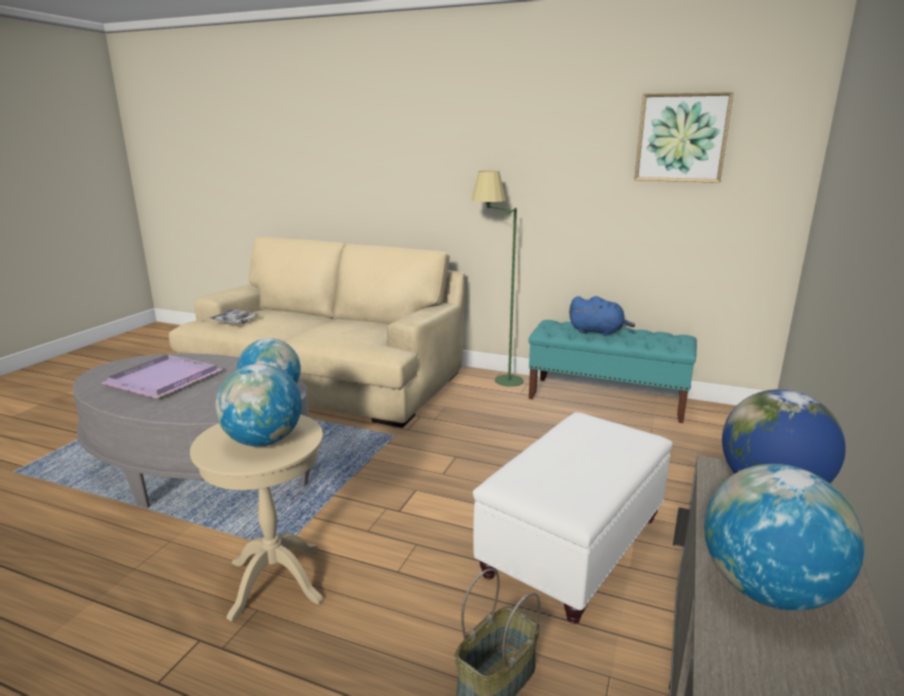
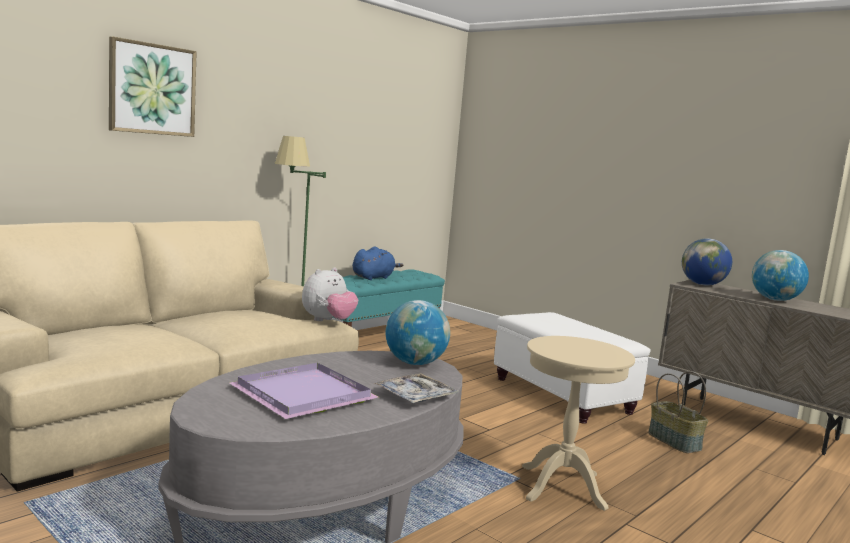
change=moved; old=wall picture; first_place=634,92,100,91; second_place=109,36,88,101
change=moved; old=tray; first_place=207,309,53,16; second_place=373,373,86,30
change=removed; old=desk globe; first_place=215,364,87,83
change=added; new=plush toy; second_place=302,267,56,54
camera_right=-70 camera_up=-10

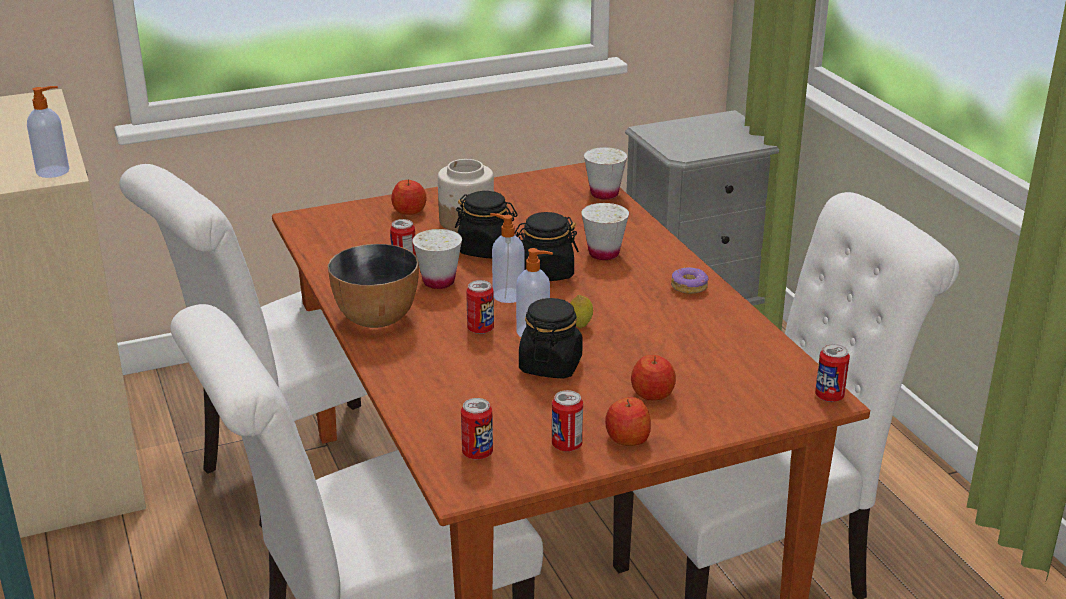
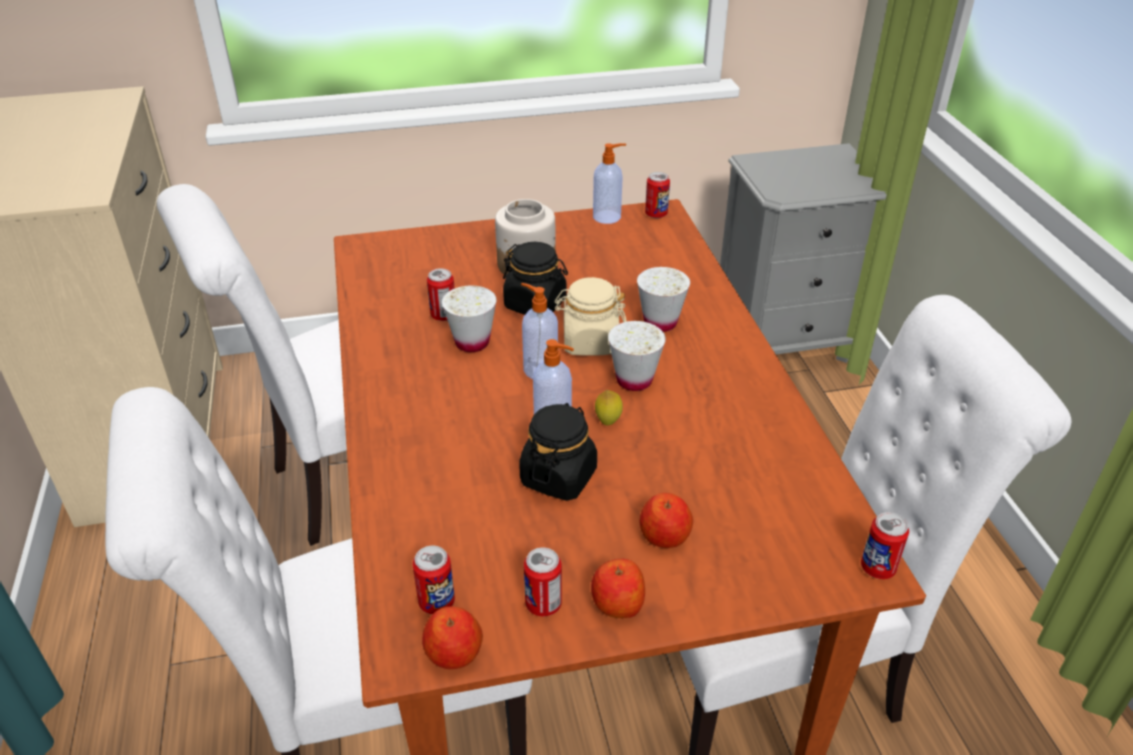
change=moved; old=soap bottle; first_place=27,86,42,92; second_place=593,143,33,81
change=moved; old=small cup/whitish; first_place=584,147,43,52; second_place=608,321,58,70
change=moved; old=whole apple; first_place=391,179,36,36; second_place=422,606,61,63
change=recoloured; old=storage jar/black; new=storage jar/sand-coloured; first_place=515,212,64,69; second_place=554,277,73,79
change=removed; old=serving bowl; first_place=328,244,91,84
change=removed; old=donut; first_place=671,267,38,27
change=moved; old=can; first_place=466,280,28,54; second_place=645,172,25,46
camera_right=10 camera_up=10

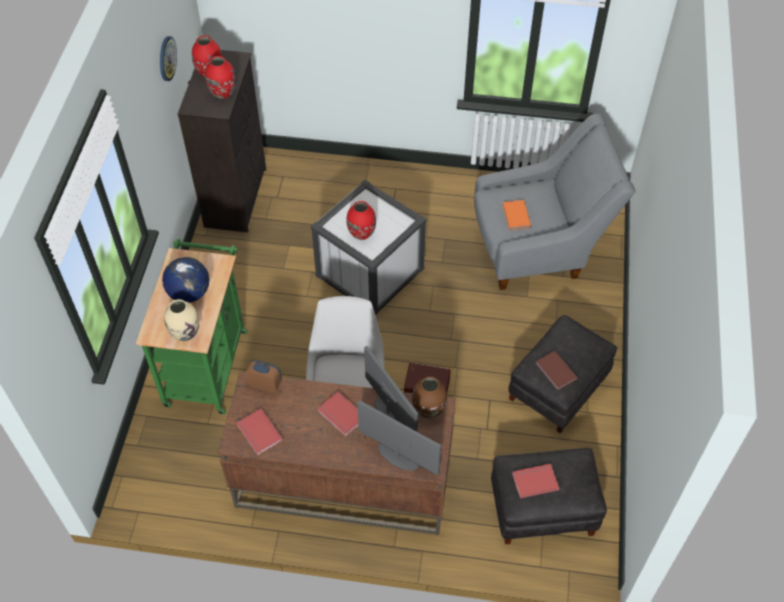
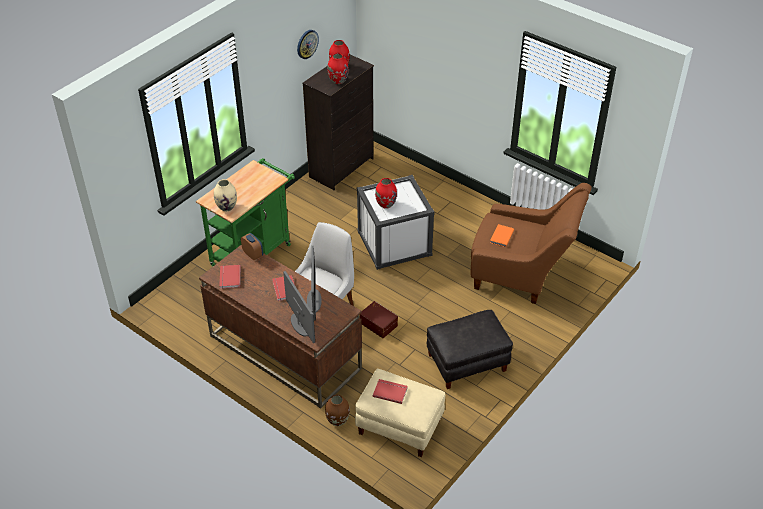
change=recoloured; old=easy chair/gray; new=easy chair/brown-coloured; first_place=474,114,161,176; second_place=471,183,121,121
change=removed; old=desk globe; first_place=162,257,47,46
change=removed; old=volume/brown-coloured; first_place=536,351,42,39
change=moved; old=decorative vase/brown-coloured; first_place=412,377,35,41; second_place=325,395,25,31
change=recoloured; old=pouffe/black; new=pouffe/sand-coloured; first_place=491,448,116,96; second_place=355,369,90,88
camera_right=30 camera_up=-10

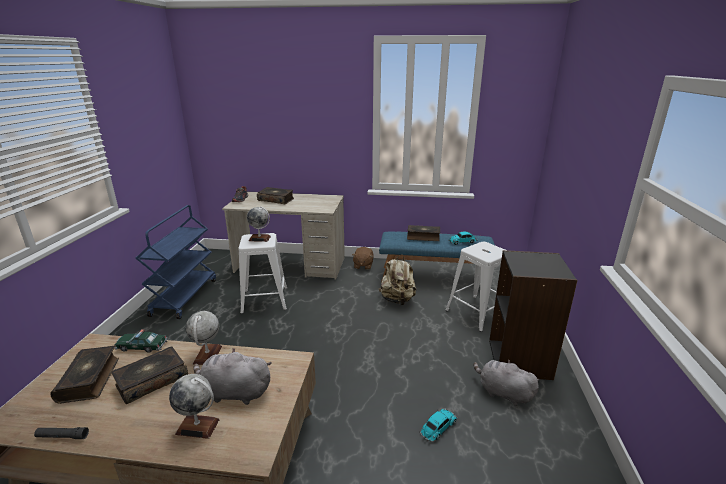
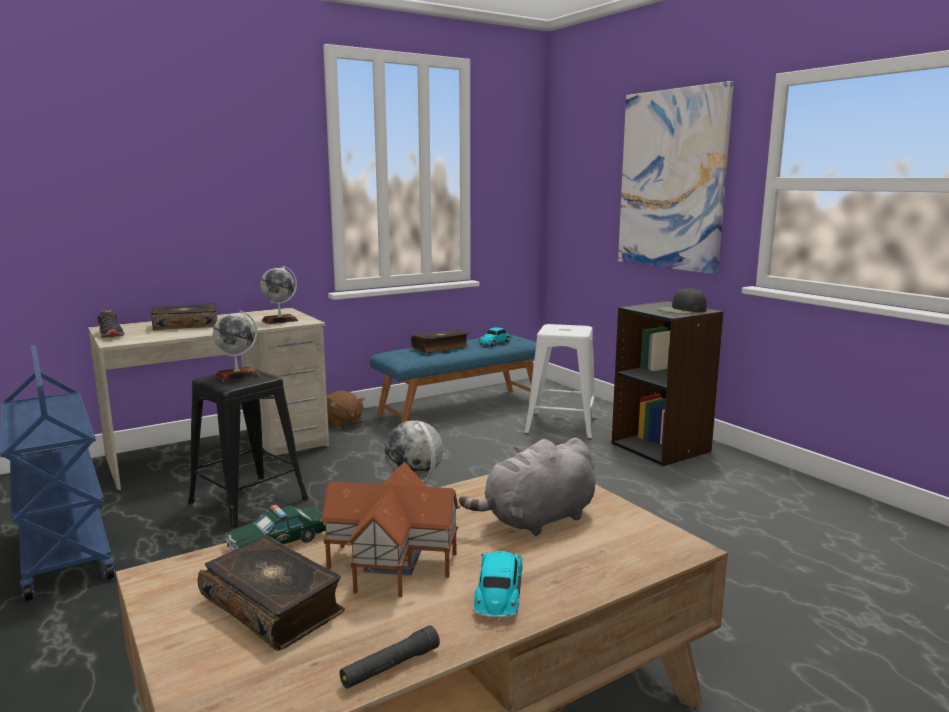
change=recoloured; old=stool/whitish; new=stool/black; first_place=238,233,49,81; second_place=188,369,121,161
change=removed; old=knapsack/sand-coloured; first_place=379,254,37,51
change=replaced; old=volume; new=model house; first_place=111,347,77,57; second_place=320,461,140,136
change=removed; old=plush toy/gray; first_place=473,359,66,47
change=moved; old=desk globe; first_place=169,374,51,65; second_place=260,266,38,58
change=moved; old=miniature car; first_place=420,409,37,33; second_place=474,551,49,69
change=added; new=wall picture; second_place=618,81,116,193
change=added; new=baseball cap/black; second_place=658,288,49,26
camera_right=-40 camera_up=-10

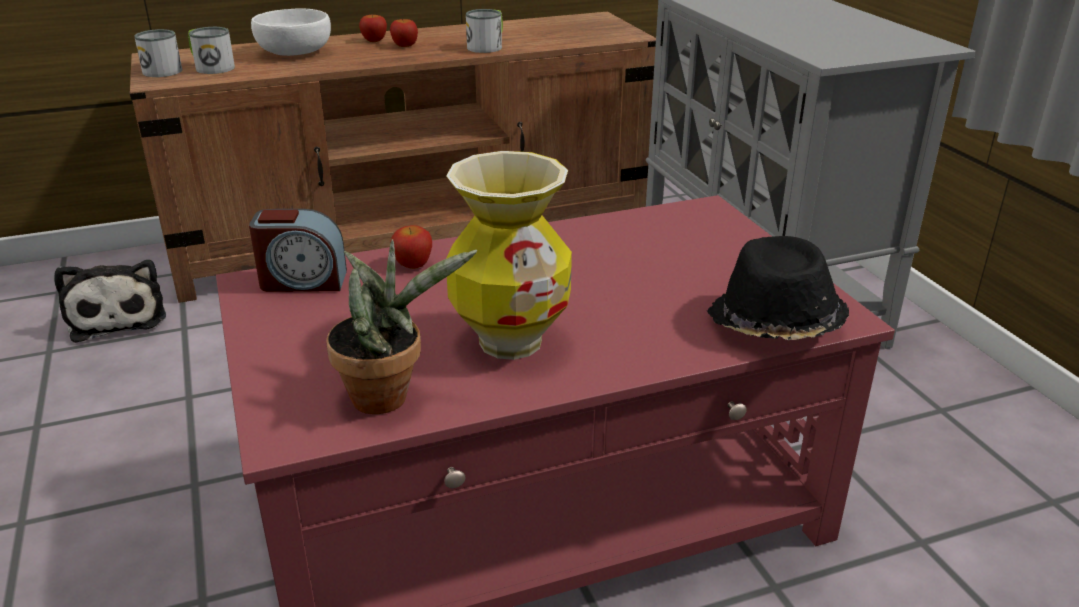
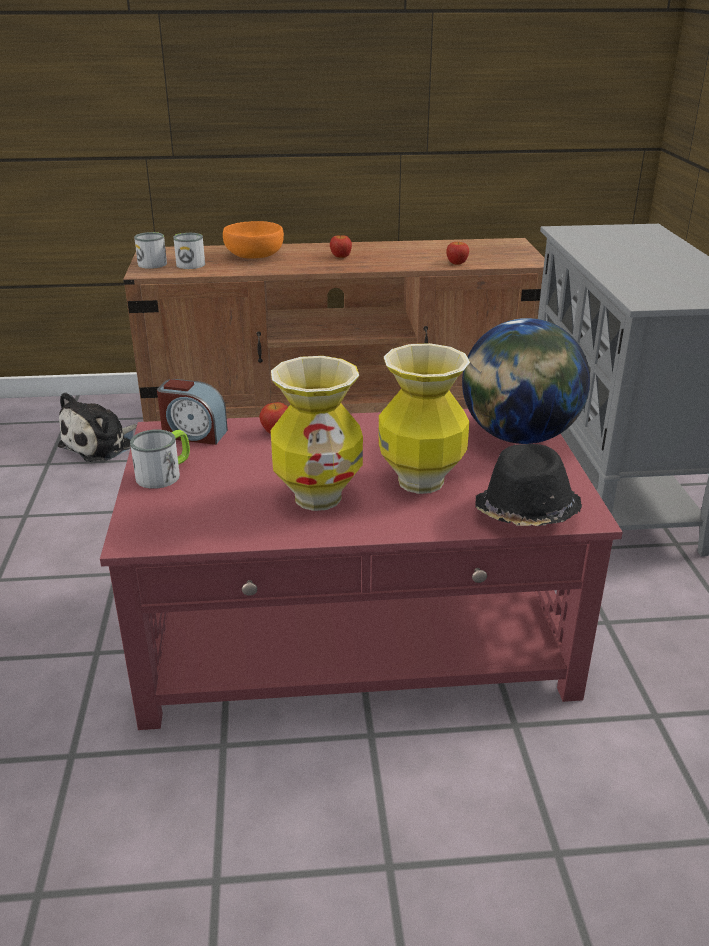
change=recoloured; old=serving bowl/whitish; new=serving bowl/orangey; first_place=251,8,80,48; second_place=223,221,61,38
change=moved; old=coffee mug; first_place=466,9,37,44; second_place=130,430,60,59
change=moved; old=whole apple; first_place=359,15,28,27; second_place=446,242,23,23
change=removed; old=potted plant; first_place=326,239,151,175
change=turned; old=plush toy; first_place=54,260,112,83; second_place=58,392,79,70; degrees=45
change=added; new=desk globe; second_place=462,318,128,126
change=added; new=decorative vase; second_place=378,343,92,151
camera_right=15 camera_up=0

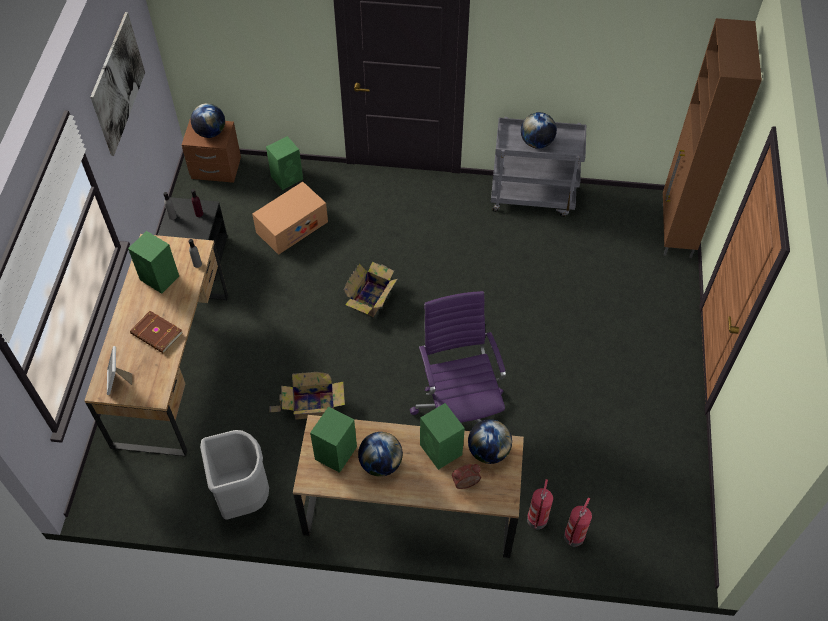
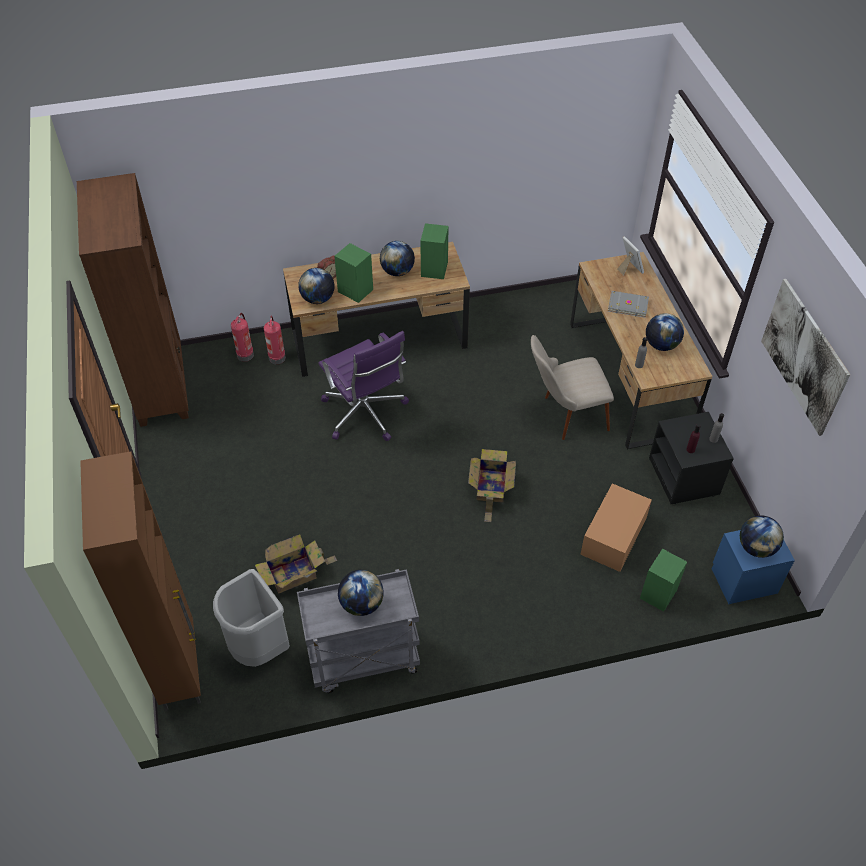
change=recoloured; old=bedside table/brown-coloured; new=bedside table/blue; first_place=182,118,59,65; second_place=712,530,83,74
change=replaced; old=audio speaker/green; new=desk globe; first_place=128,231,51,63; second_place=646,313,38,38
change=recoloured; old=volume/brown-coloured; new=volume/gray; first_place=130,311,53,43; second_place=608,291,41,27
change=moved; old=carton; first_place=269,372,76,48; second_place=255,534,82,60
change=moved; old=waste bin/gray; first_place=200,430,69,90; second_place=213,569,77,98
change=added; new=bookshelf/brown-coloured; second_place=77,173,112,254
change=added; new=plain chair/sand-coloured; second_place=531,335,83,105
camera_right=160 camera_up=-5

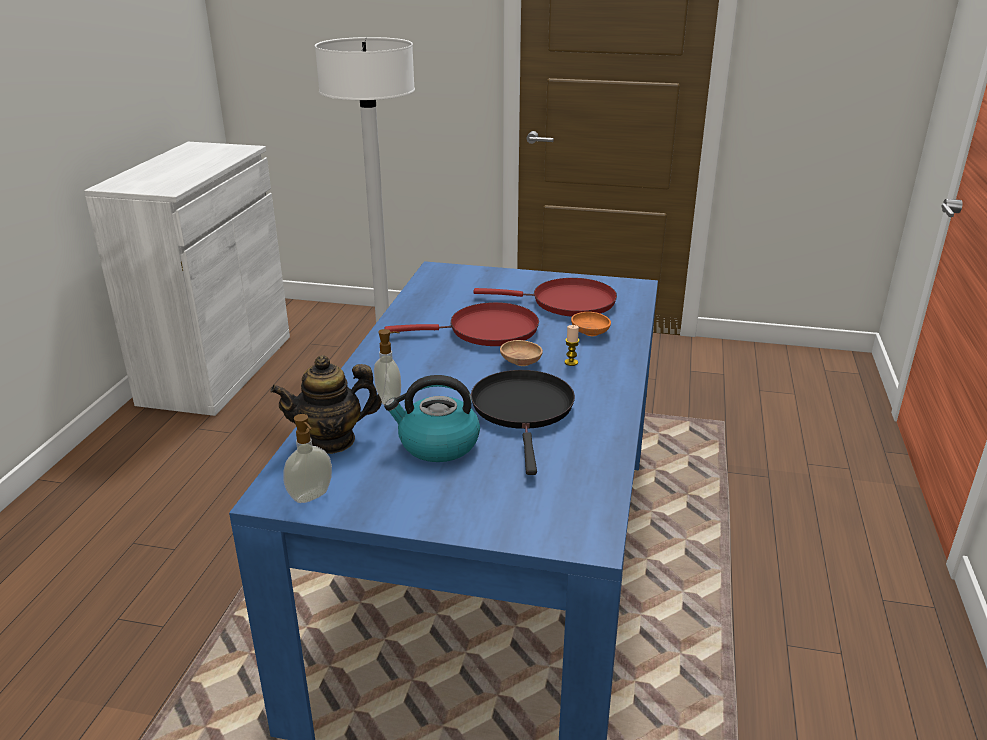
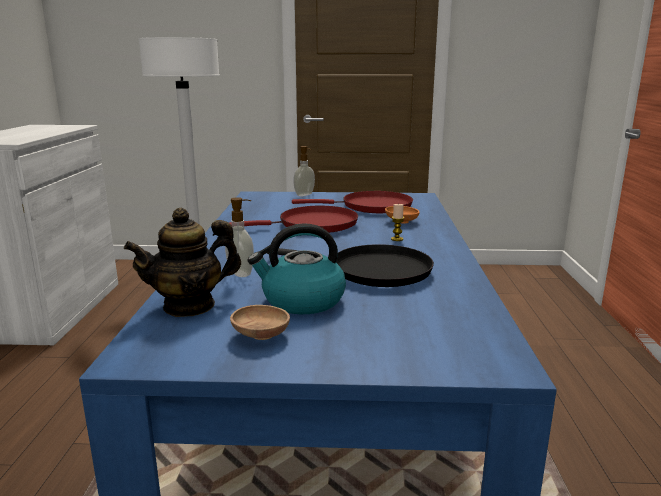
change=moved; old=serving bowl/brown-coloured; first_place=500,340,43,26; second_place=230,305,60,35
change=turned; old=skillet/black; first_place=471,370,104,105; second_place=267,244,167,43; degrees=120
change=moved; old=soap bottle; first_place=284,414,48,89; second_place=293,146,22,50
camera_right=-10 camera_up=-10

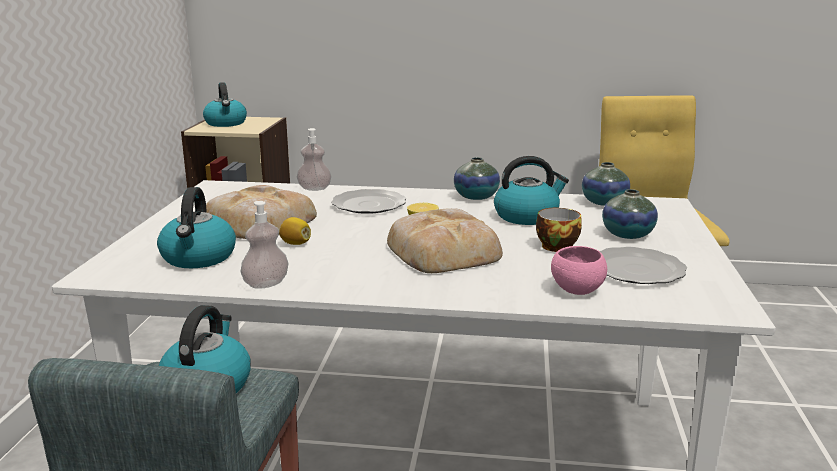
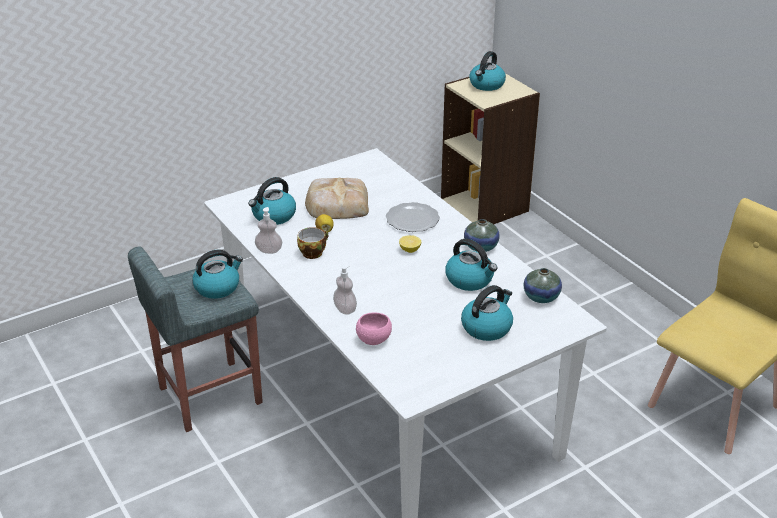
change=moved; old=soap bottle; first_place=297,128,34,63; second_place=333,265,24,50
change=replaced; old=decorative vase; new=water kettle; first_place=602,189,56,50; second_place=461,285,52,56
change=removed; old=bakery bread; first_place=387,208,116,65
change=moved; old=small cup; first_place=536,208,46,44; second_place=297,227,31,32
change=removed; old=flat dish; first_place=600,247,87,37
camera_right=50 camera_up=15

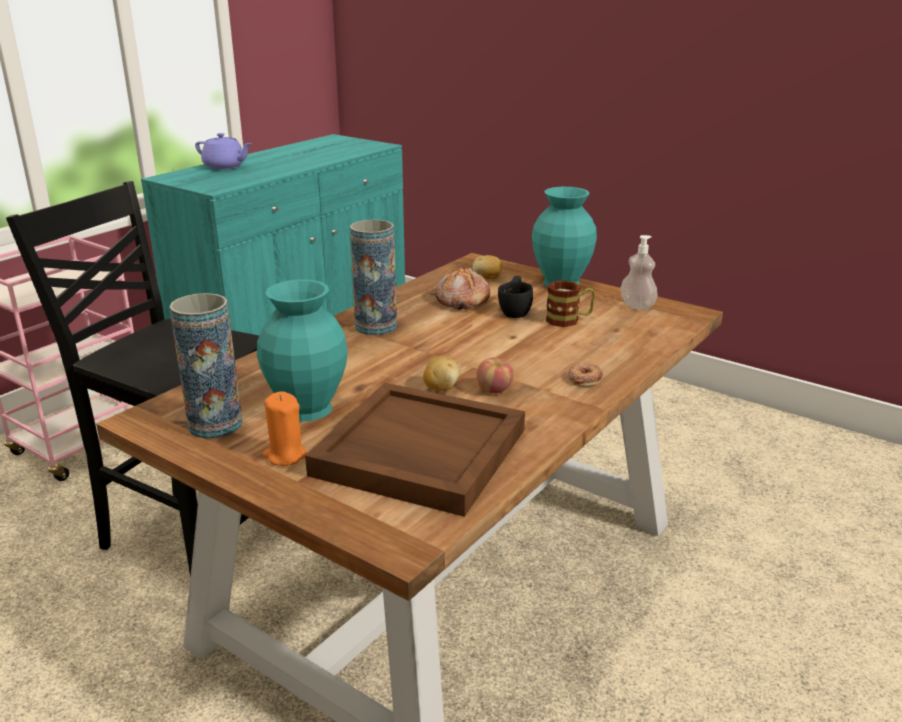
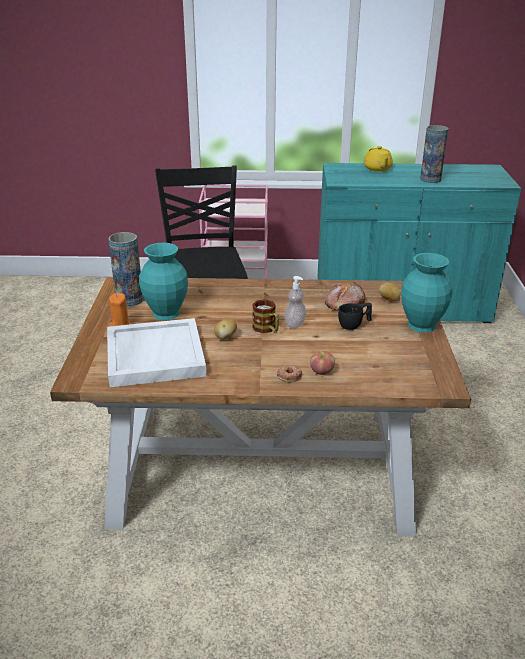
change=recoloured; old=teapot/purple; new=teapot/yellowish; first_place=195,133,57,37; second_place=364,146,29,25
change=moved; old=decorative vase; first_place=350,219,47,116; second_place=420,125,29,58
change=moved; old=soap bottle; first_place=621,235,37,75; second_place=284,276,22,52
change=moved; old=coffee mug; first_place=546,280,49,47; second_place=252,299,27,34
change=moved; old=whole apple; first_place=477,357,37,36; second_place=310,351,25,24
change=recoloured; old=tray/brown-coloured; new=tray/whitish; first_place=305,383,220,134; second_place=107,318,100,69
camera_right=55 camera_up=5

